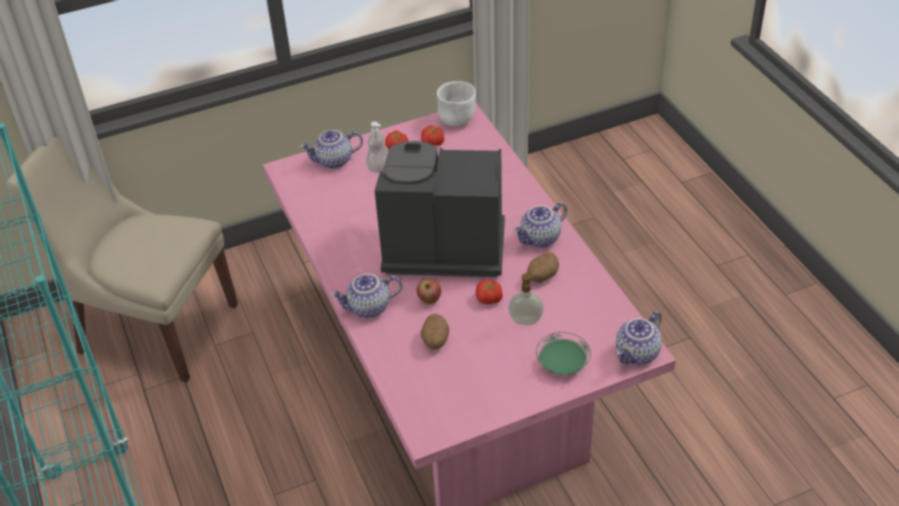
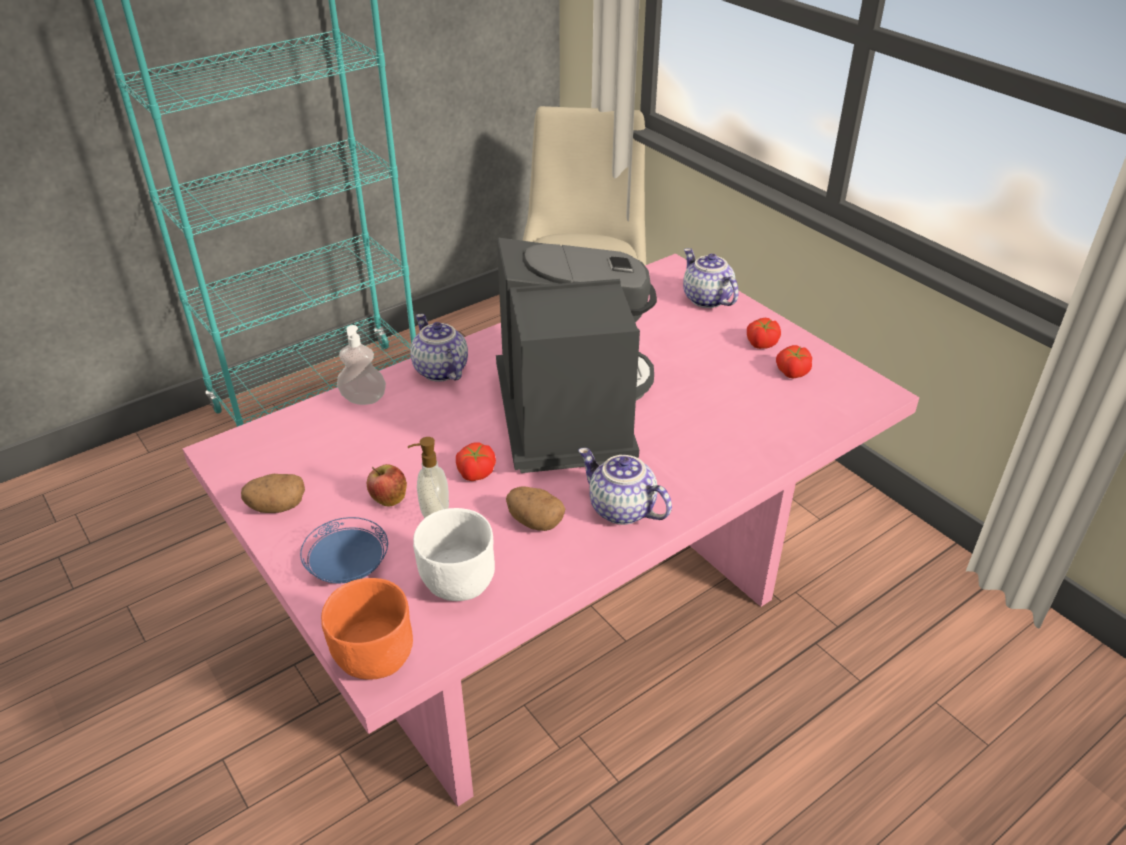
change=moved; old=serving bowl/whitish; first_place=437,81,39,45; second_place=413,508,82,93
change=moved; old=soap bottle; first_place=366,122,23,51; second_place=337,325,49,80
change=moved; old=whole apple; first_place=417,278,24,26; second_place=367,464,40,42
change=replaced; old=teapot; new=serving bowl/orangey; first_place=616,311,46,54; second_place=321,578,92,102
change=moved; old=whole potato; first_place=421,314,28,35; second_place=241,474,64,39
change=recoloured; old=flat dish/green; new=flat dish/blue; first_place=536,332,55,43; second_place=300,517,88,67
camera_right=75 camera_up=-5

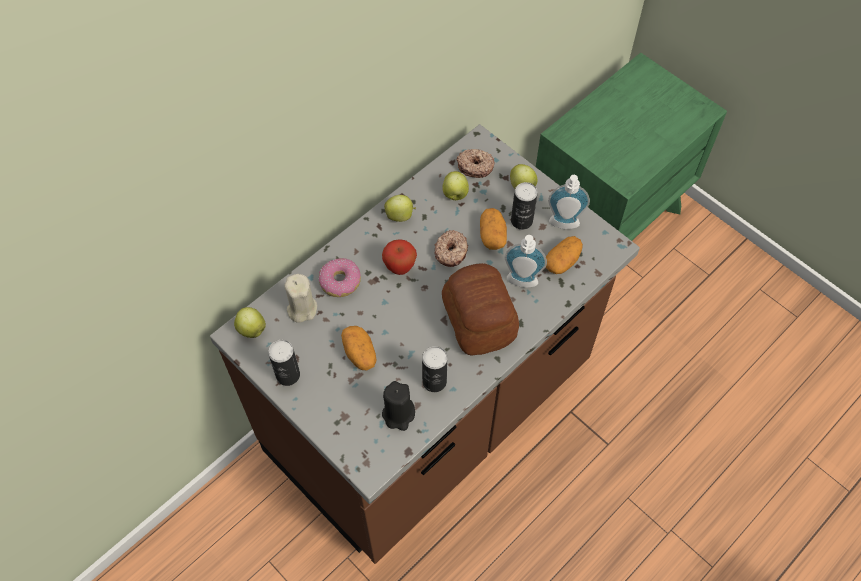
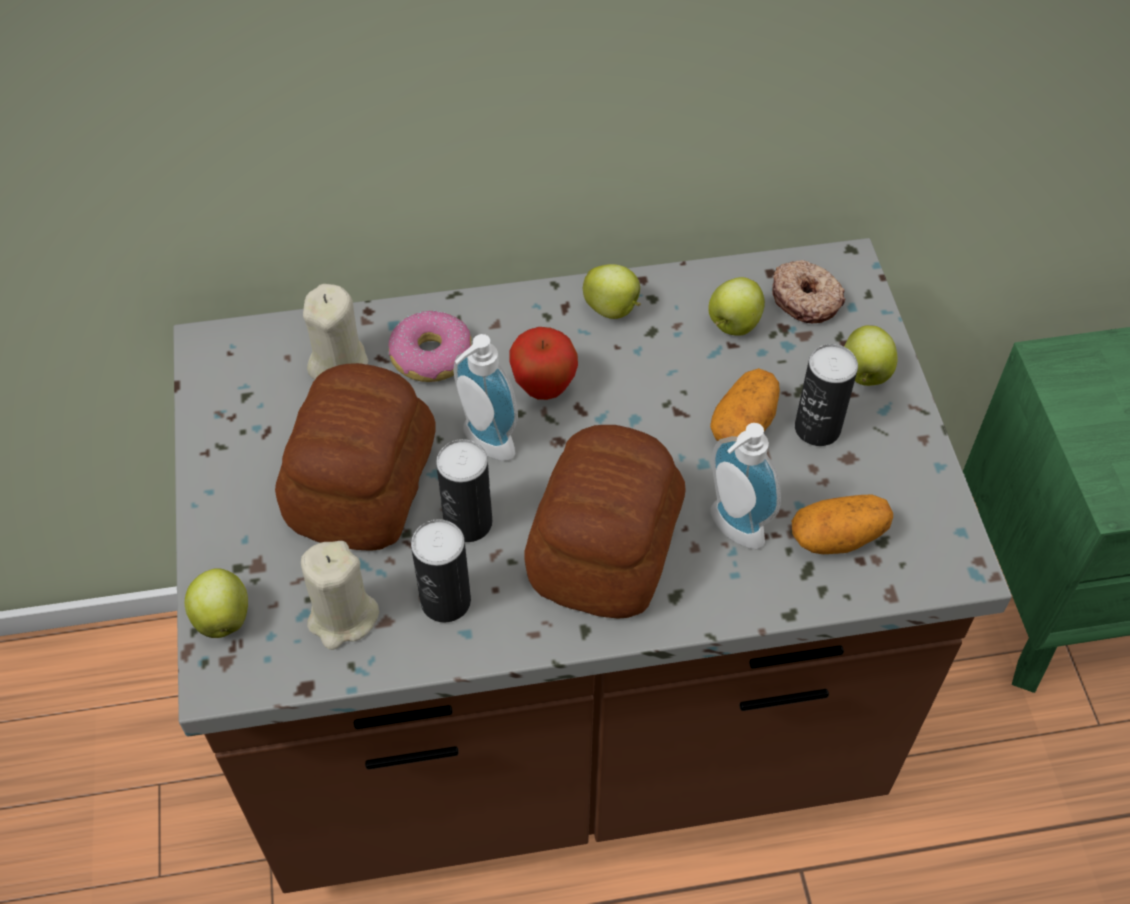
change=moved; old=soap bottle; first_place=548,175,42,54; second_place=454,334,64,127
change=removed; old=donut; first_place=434,230,34,37
change=moved; old=whole apple; first_place=234,307,32,31; second_place=185,568,63,70
change=replaced; old=whole potato; new=bakery bread; first_place=341,326,36,44; second_place=275,363,161,188
change=moved; old=can; first_place=268,340,32,46; second_place=436,439,57,103
change=recoloured; old=wax candle/black; new=wax candle/sand-coloured; first_place=382,381,33,50; second_place=301,541,78,109
camera_right=35 camera_up=-5

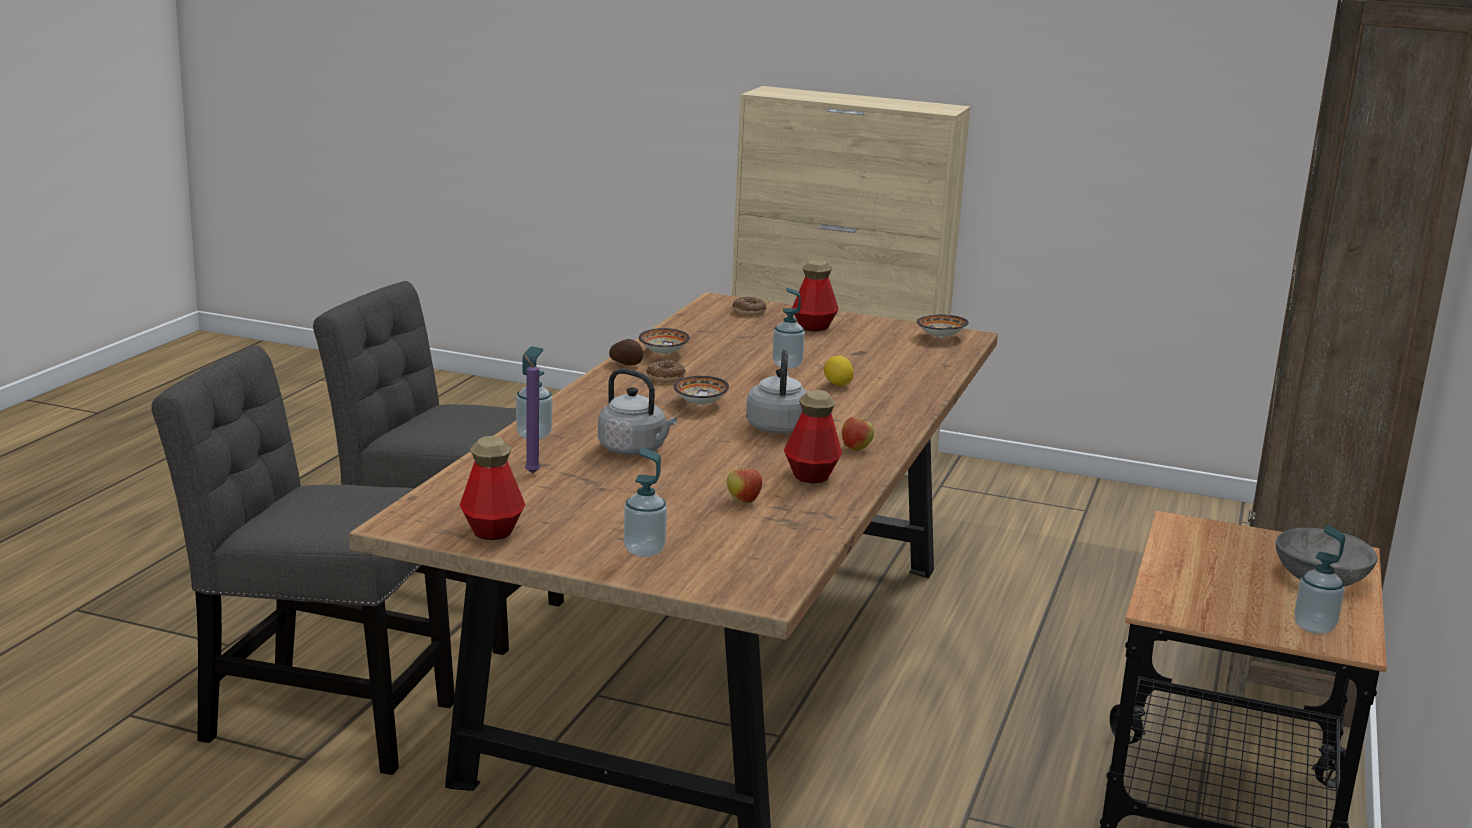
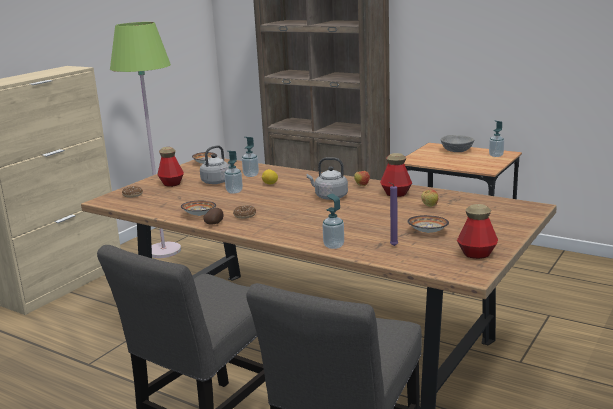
change=moved; old=water kettle/gray; first_place=598,369,79,86; second_place=200,145,31,39
change=moved; old=serving bowl; first_place=674,376,55,29; second_place=407,215,42,18
change=moved; old=soap bottle; first_place=624,448,43,109; second_place=242,137,17,40
change=added; new=standard lamp/green; second_place=110,22,71,236
camera_right=-75 camera_up=0

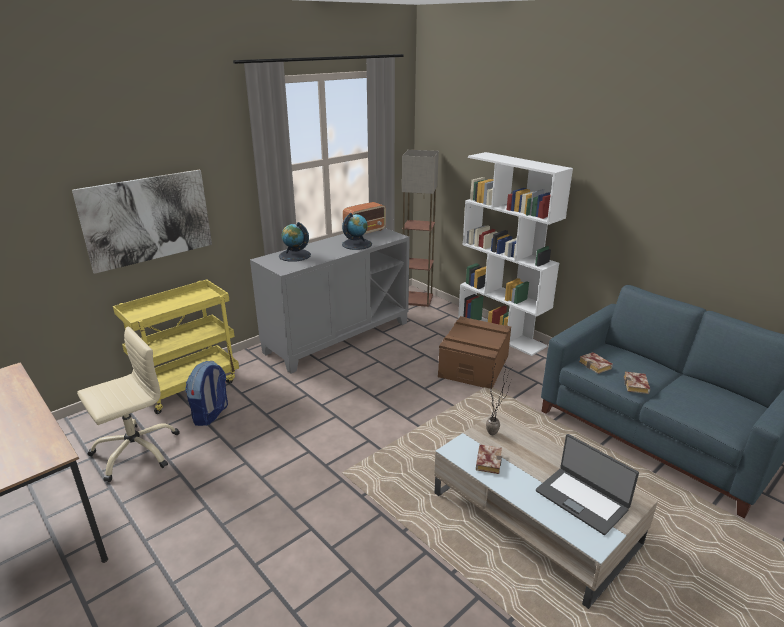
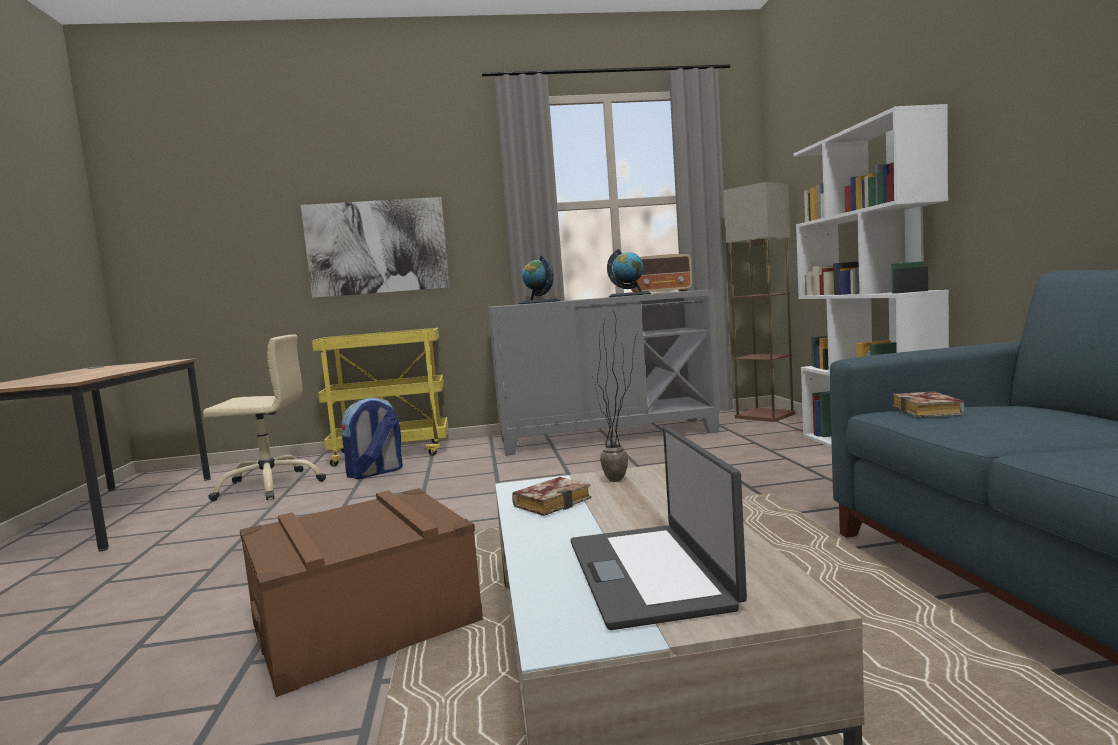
change=moved; old=storage bin/brown-coloured; first_place=438,316,73,73; second_place=240,488,243,209
change=removed; old=volume; first_place=624,372,26,22
camera_right=35 camera_up=-20

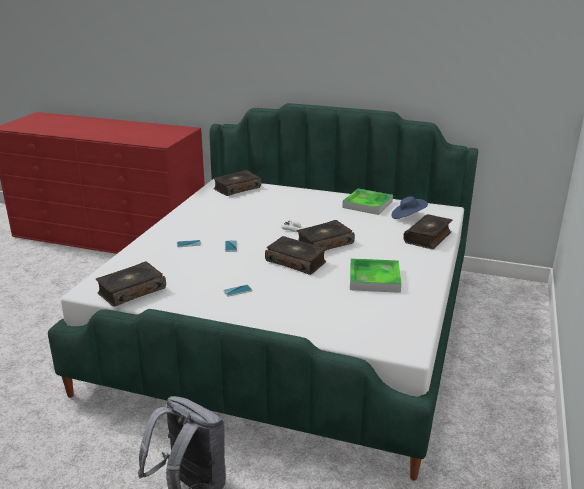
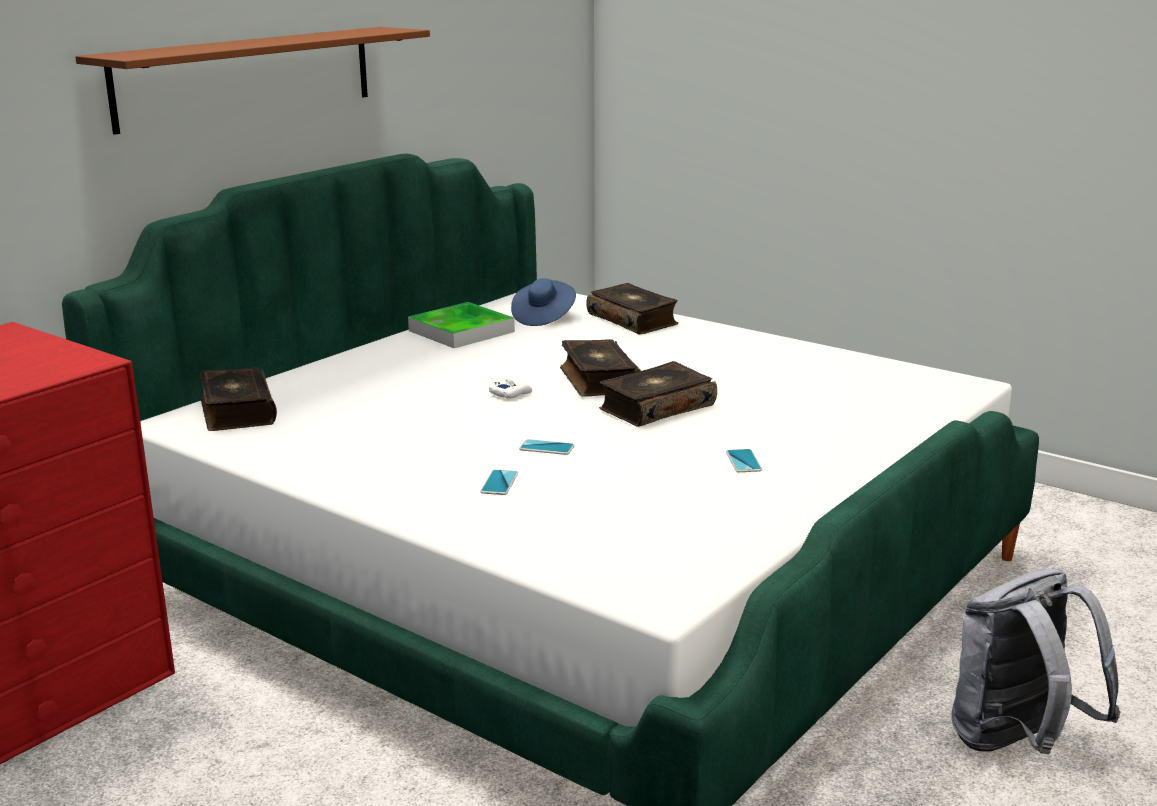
change=removed; old=tray; first_place=350,258,51,35
change=removed; old=volume; first_place=95,261,71,46
change=added; new=wall shelf/brown-coloured; second_place=75,27,355,108
camera_right=-70 camera_up=-5

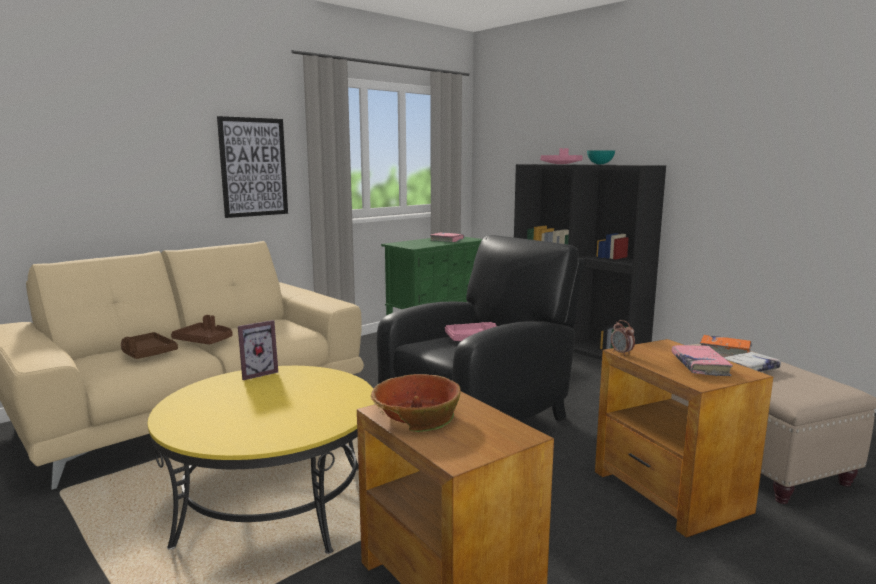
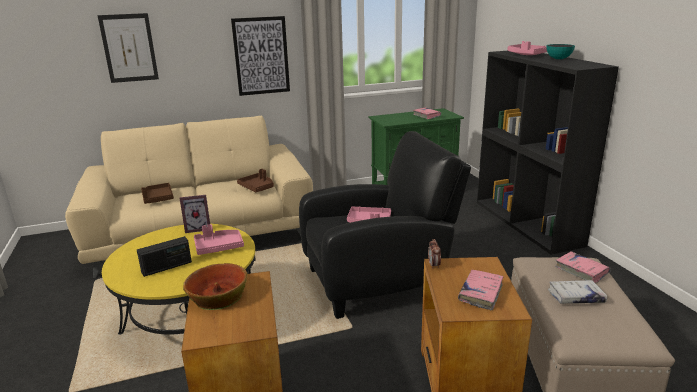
change=moved; old=tray/brown-coloured; first_place=171,315,62,29; second_place=237,169,37,23
change=recoloured; old=volume/orangey; new=volume/pink-coloured; first_place=700,335,52,20; second_place=555,251,56,32
change=added; new=wall picture; second_place=98,13,61,70
change=added; new=tray/pink-coloured; second_place=194,224,50,31
change=added; new=radio receiver; second_place=137,236,55,41
camera_right=25 camera_up=10

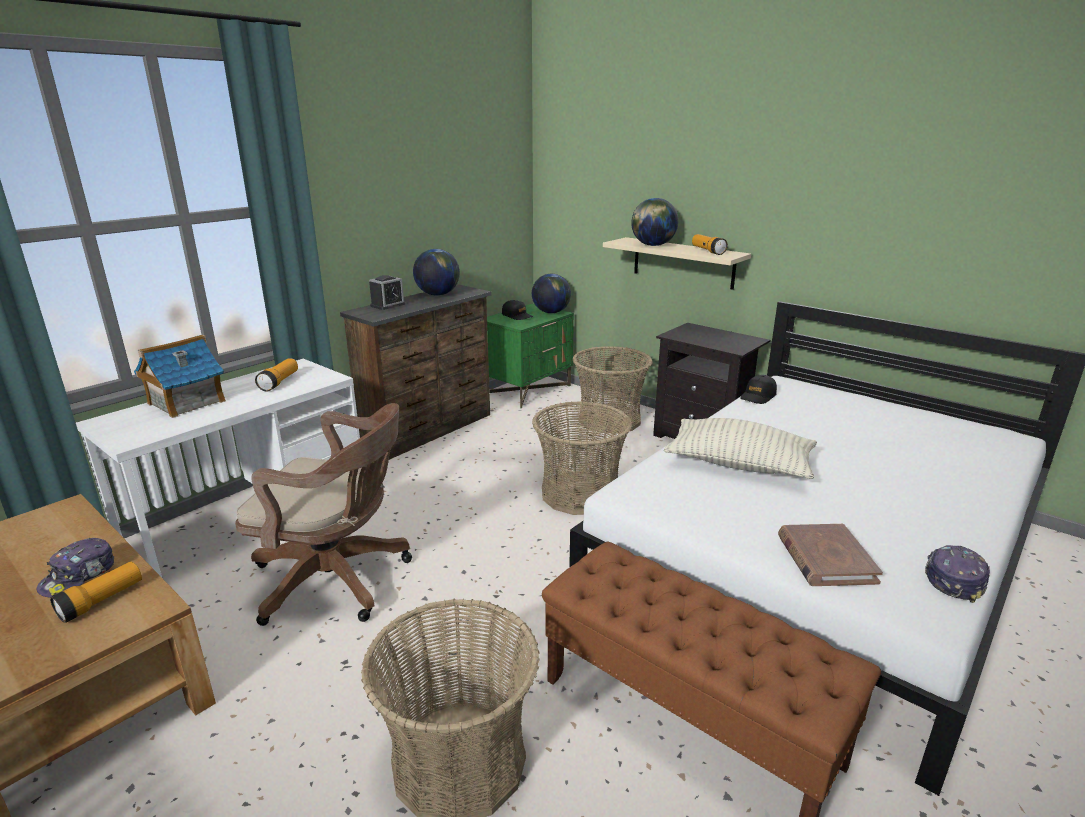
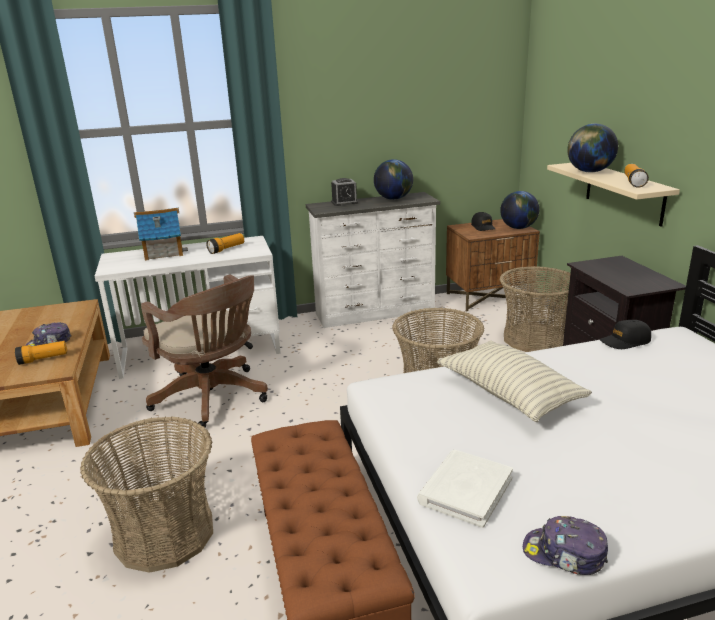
change=recoloured; old=dresser/brown-coloured; new=dresser/whitish; first_place=340,284,151,176; second_place=306,192,134,136
change=recoloured; old=bedside table/green; new=bedside table/brown-coloured; first_place=487,304,87,104; second_place=446,219,94,93
change=recoloured; old=volume/brown-coloured; new=volume/whitish; first_place=778,524,105,62; second_place=417,450,96,78
change=turned; old=baseball cap; first_place=925,545,65,58; second_place=523,516,85,59; degrees=-135
camera_right=35 camera_up=0

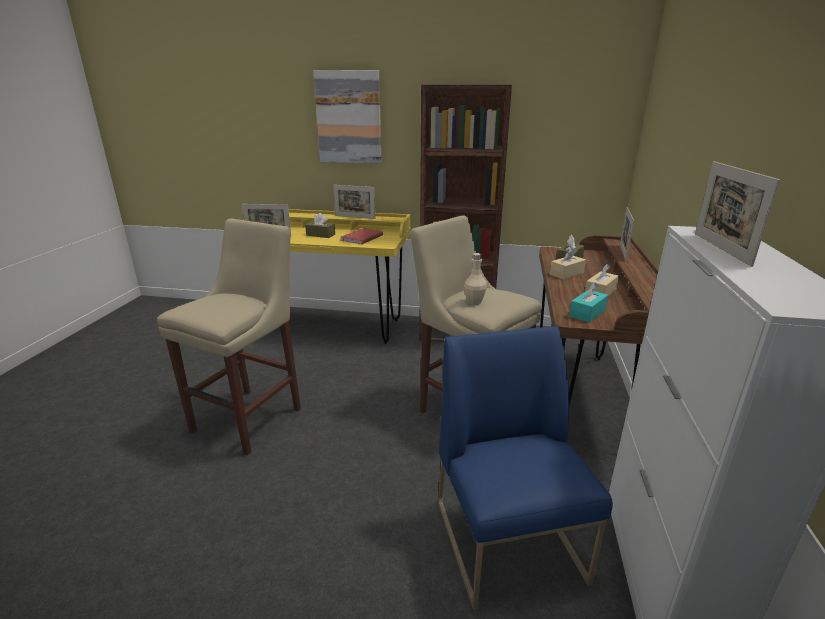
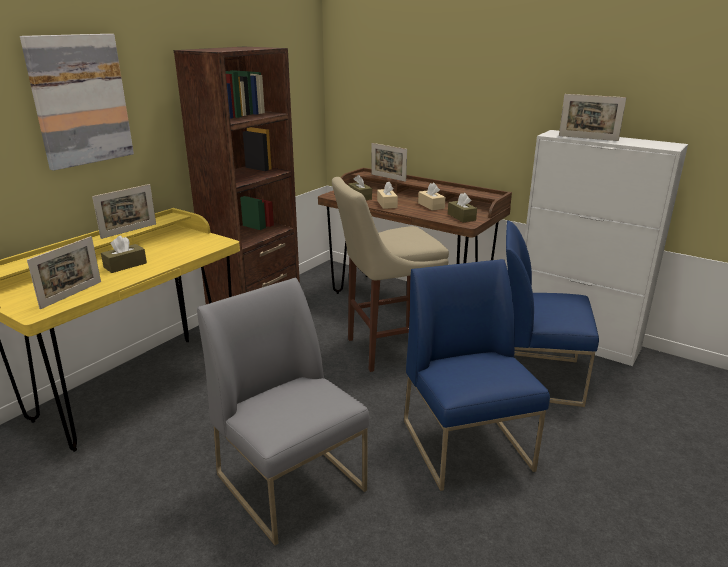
change=replaced; old=stool/sand-coloured; new=plain chair/gray; first_place=157,218,144,238; second_place=197,278,172,267
change=removed; old=volume/red-coloured; first_place=341,228,42,16
change=removed; old=bottle/sand-coloured; first_place=464,253,23,52
change=recoloured; old=tissue box/blue-green; new=tissue box/brown-coloured; first_place=569,282,39,41; second_place=448,193,29,29
change=added; new=plain chair/blue; second_place=404,259,146,232
camera_right=-65 camera_up=0

